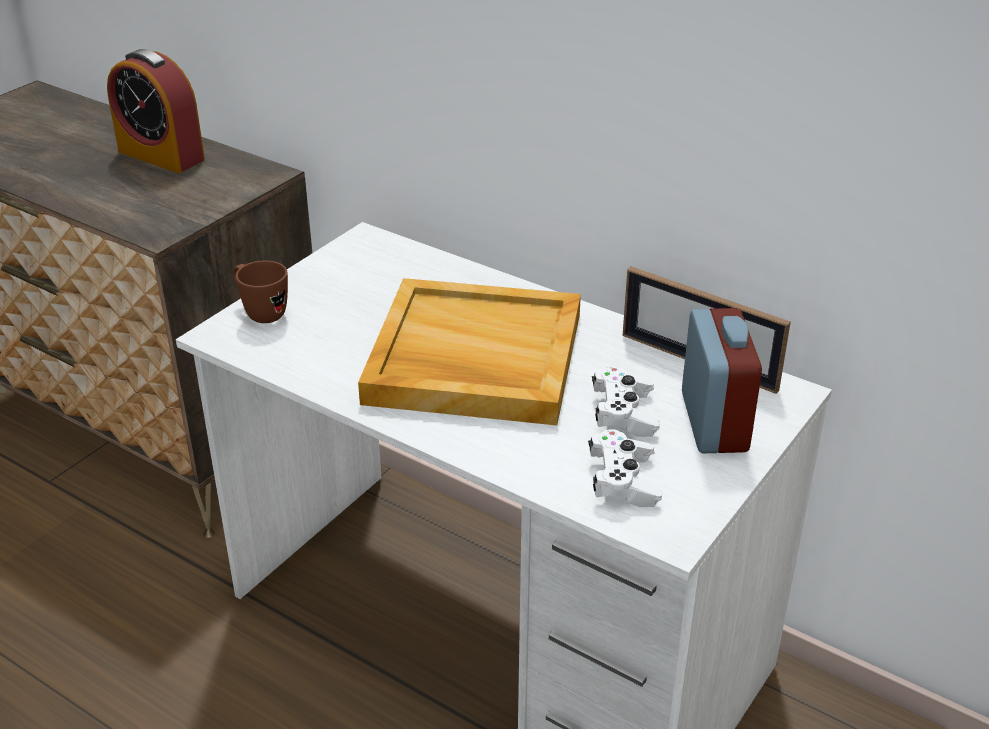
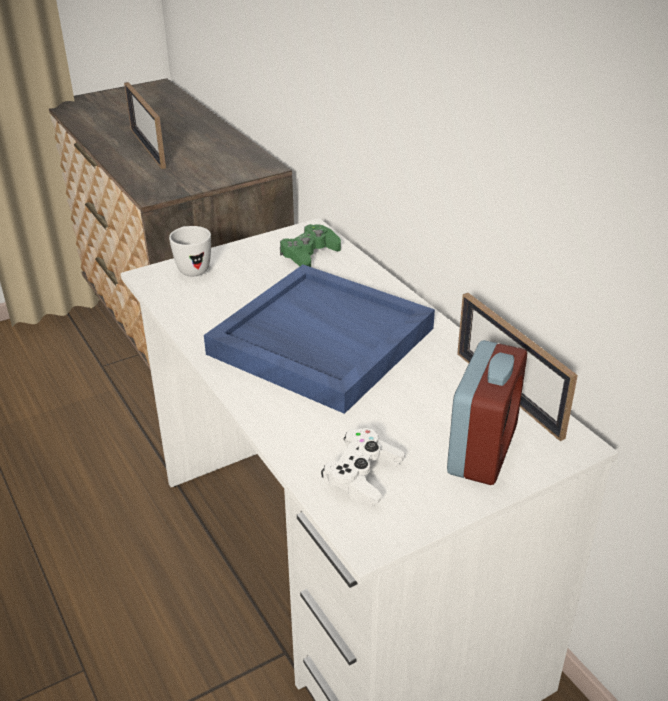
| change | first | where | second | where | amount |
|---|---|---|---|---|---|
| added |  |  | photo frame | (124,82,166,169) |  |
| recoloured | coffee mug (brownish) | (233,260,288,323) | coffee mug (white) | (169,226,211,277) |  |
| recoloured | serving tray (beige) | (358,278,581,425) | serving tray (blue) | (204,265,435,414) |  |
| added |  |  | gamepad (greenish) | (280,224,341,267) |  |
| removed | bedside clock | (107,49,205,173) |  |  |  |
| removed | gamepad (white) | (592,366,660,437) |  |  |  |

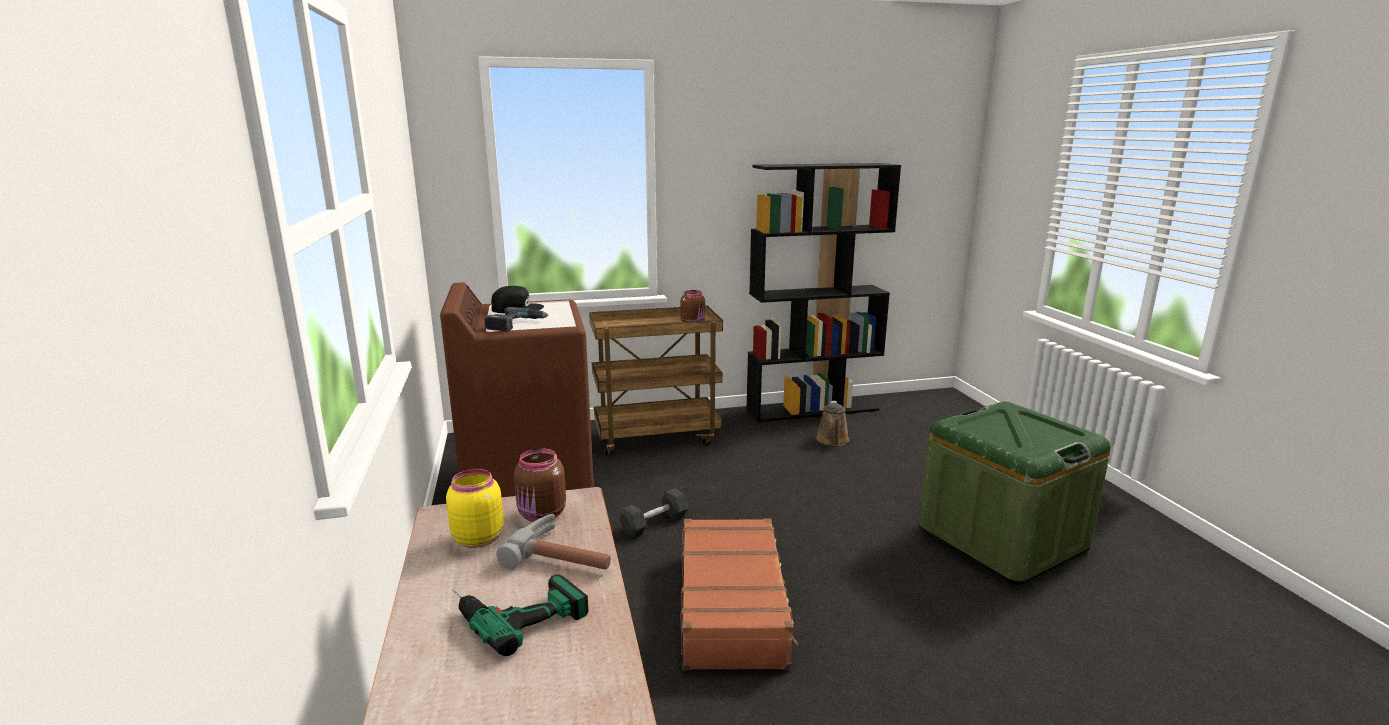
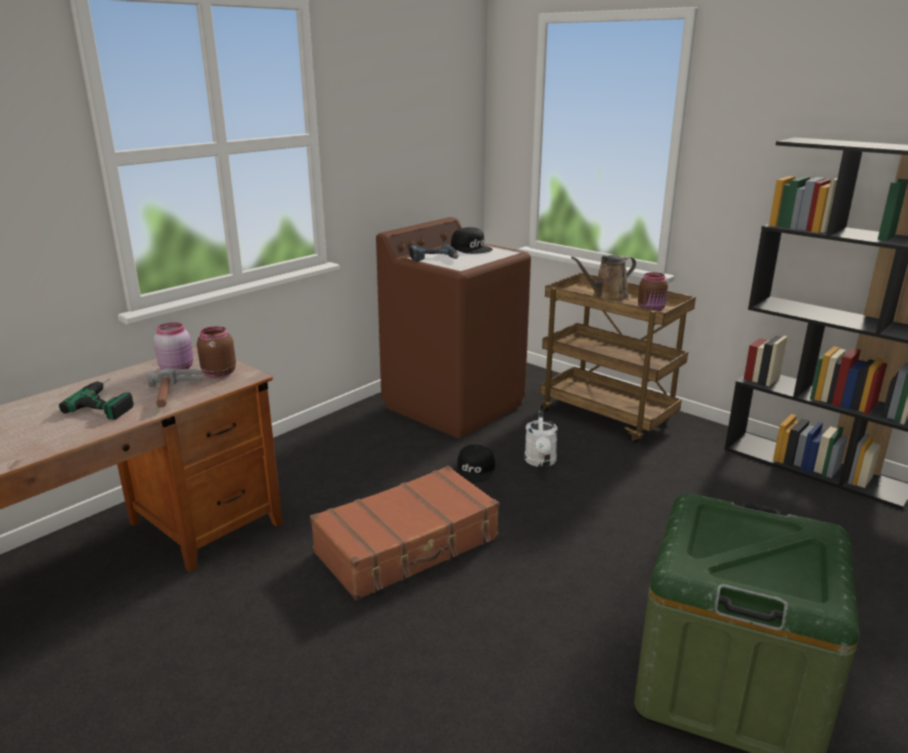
| change | first | where | second | where | amount |
|---|---|---|---|---|---|
| recoloured | preserve jar (yellow) | (446,469,504,548) | preserve jar (pinkish) | (154,322,193,370) |  |
| replaced | free weight (black-coloured) | (619,488,688,538) | peaked cap (black-coloured) | (455,445,495,483) |  |
| added |  |  | sprinkling can (white) | (525,411,558,467) |  |
| moved | sprinkling can (brownish) | (816,401,849,446) |  | (571,255,636,301) |  |

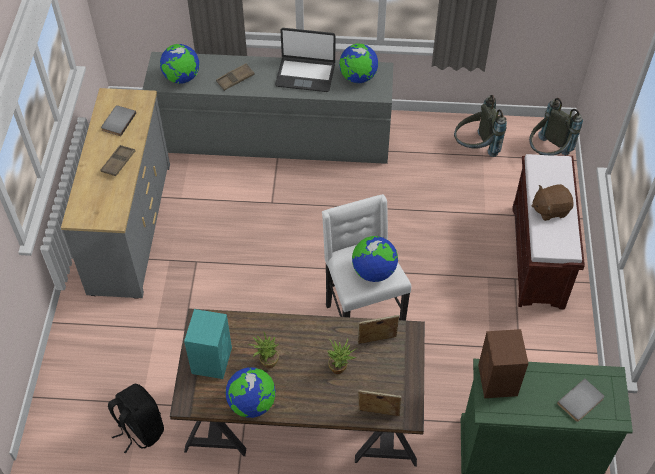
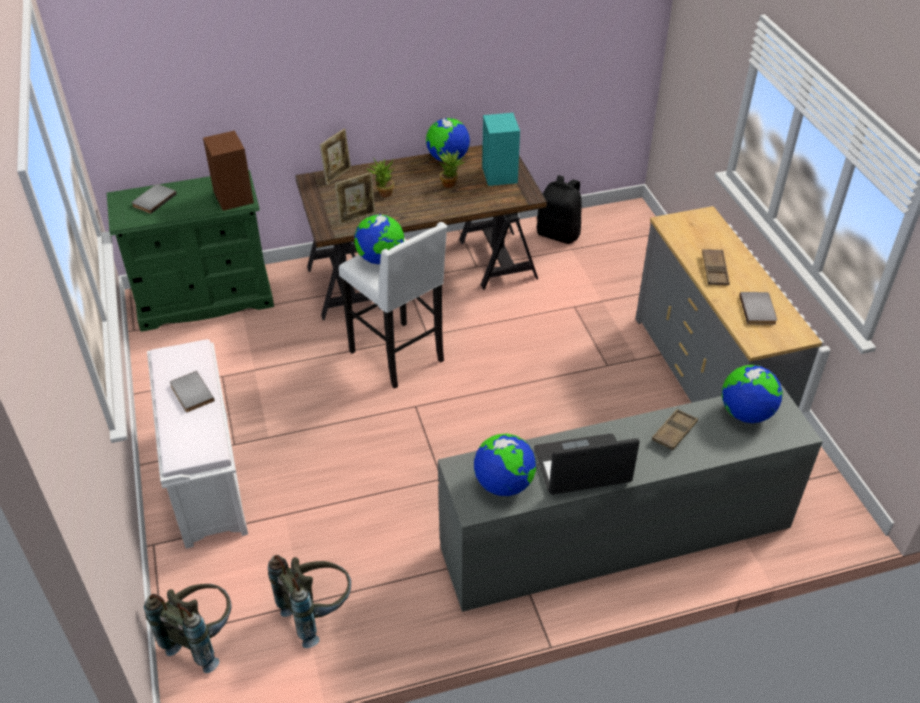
| change | first | where | second | where | amount |
|---|---|---|---|---|---|
| recoloured | long seat (brownish) | (512,154,585,310) | long seat (white) | (147,339,248,549) |  |
| replaced | cuddly toy (brownish) | (531,184,574,221) | book (greyish) | (170,371,215,412) |  |
| turned | photo frame | (358,390,401,416) |  | (320,129,351,185) | 45 degrees counterclockwise |

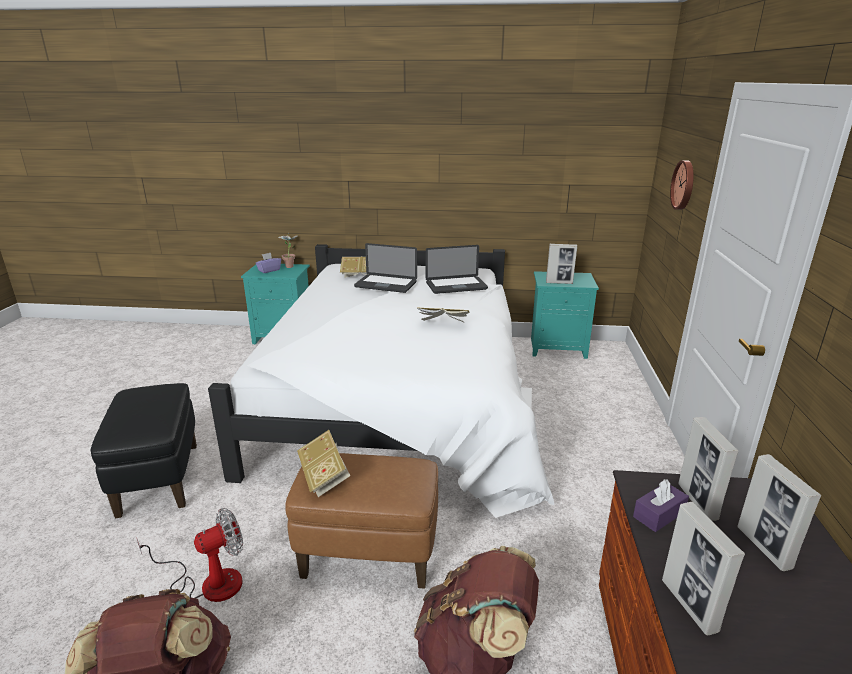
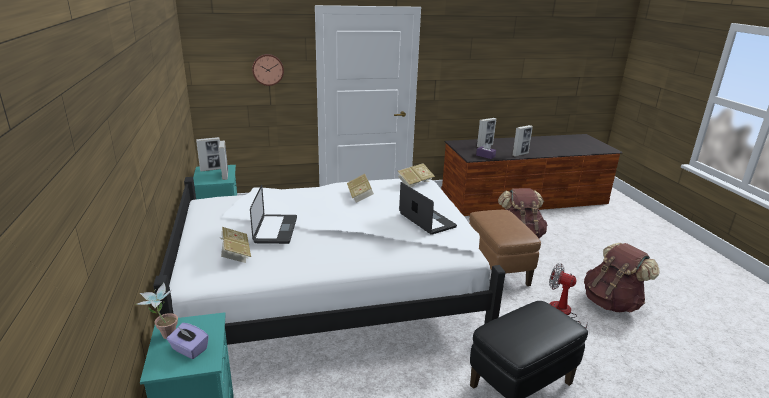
| change | first | where | second | where | amount |
|---|---|---|---|---|---|
| moved | photo frame | (678,417,739,521) |  | (196,137,221,171) |  |
| moved | book | (297,430,350,497) |  | (398,163,435,187) |  |
| moved | laptop | (426,245,488,294) |  | (399,182,457,235) |  |

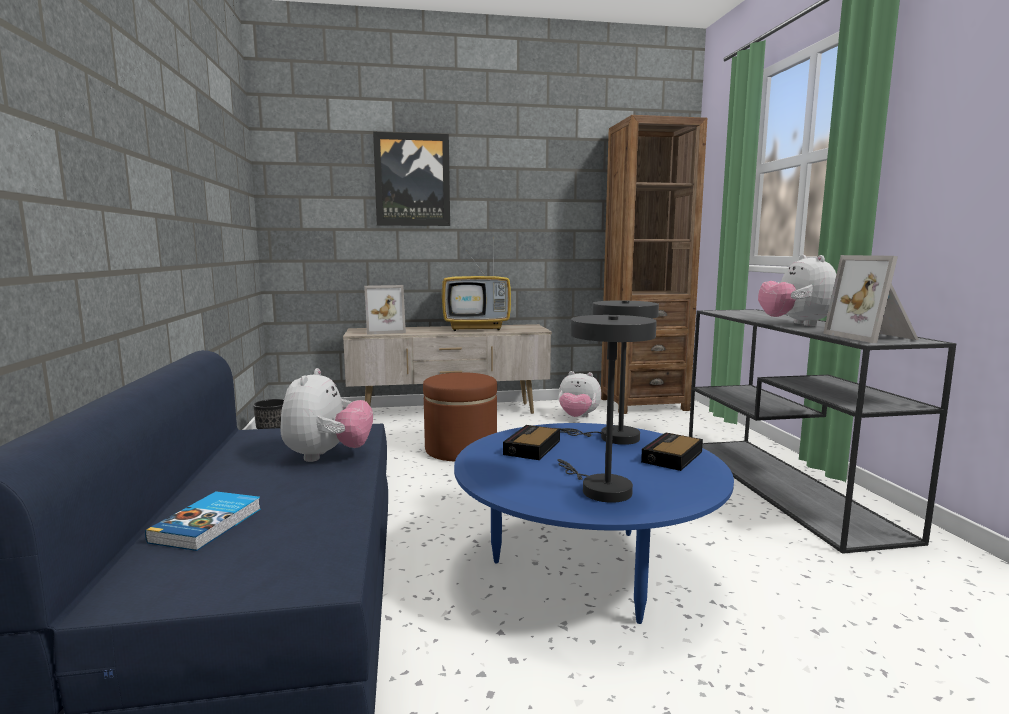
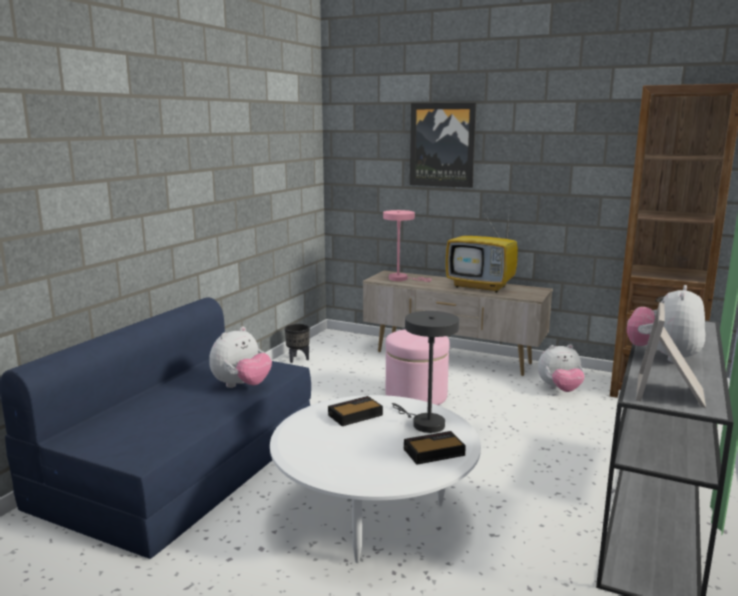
| change | first | where | second | where | amount |
|---|---|---|---|---|---|
| recoloured | lounge table (blue) | (454,423,734,624) | lounge table (white) | (270,395,481,563) |  |
| replaced | photo frame | (364,285,406,335) | lamp for a table (pinkish) | (383,210,432,282) |  |
| recoloured | footrest (brownish) | (423,372,497,461) | footrest (pinkish) | (386,329,450,405) |  |
| turned | cuddly toy | (559,371,602,417) |  | (538,344,585,392) | 60 degrees counterclockwise |
| removed | book | (145,491,261,551) |  |  |  |
| removed | lamp for a table (greyish) | (557,315,657,503) |  |  |  |

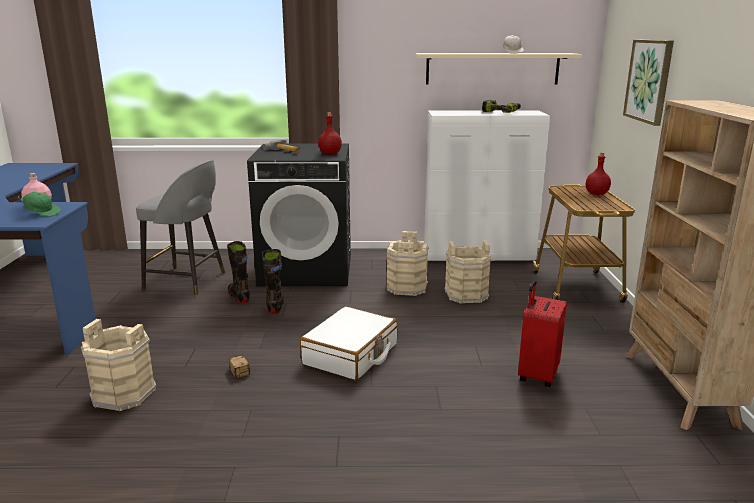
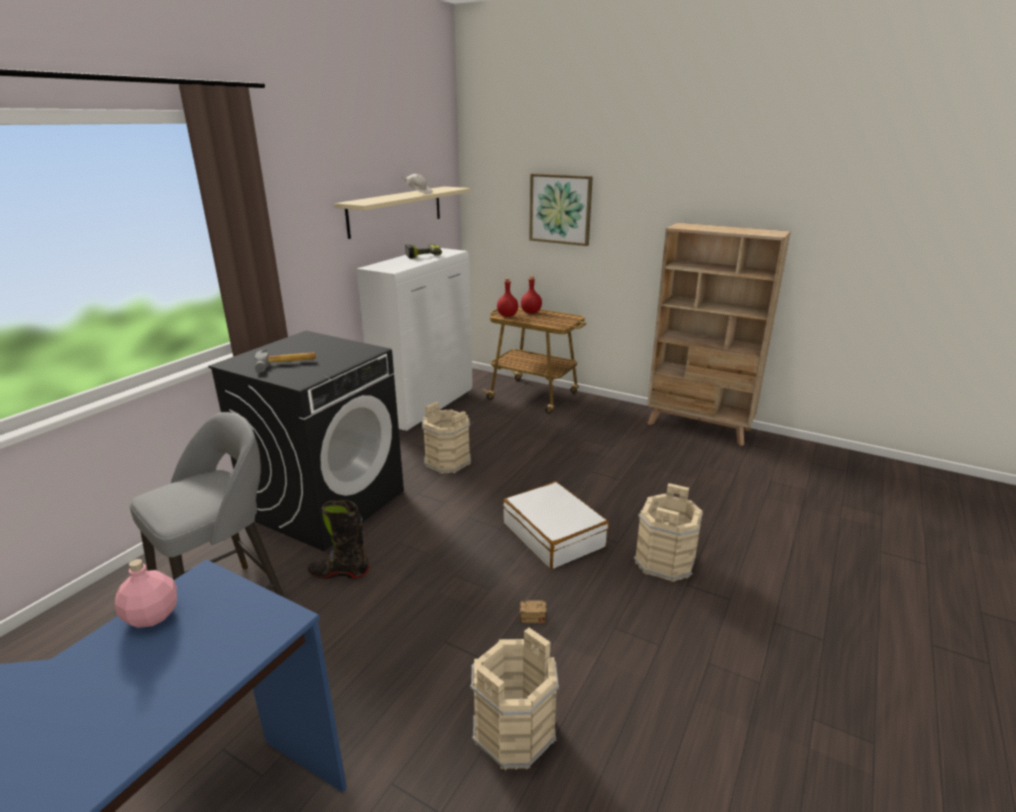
| change | first | where | second | where | amount |
|---|---|---|---|---|---|
| moved | beverage bottle (reddish) | (318,112,342,155) |  | (497,278,518,317) |  |
| moved | water bucket (beige) | (444,240,492,304) |  | (634,483,703,582) |  |
| removed | peaked cap (greenish) | (17,192,61,217) |  |  |  |
| removed | boot (black-coloured) | (262,249,285,314) |  |  |  |
| removed | travel case (reddish) | (518,280,567,387) |  |  |  |

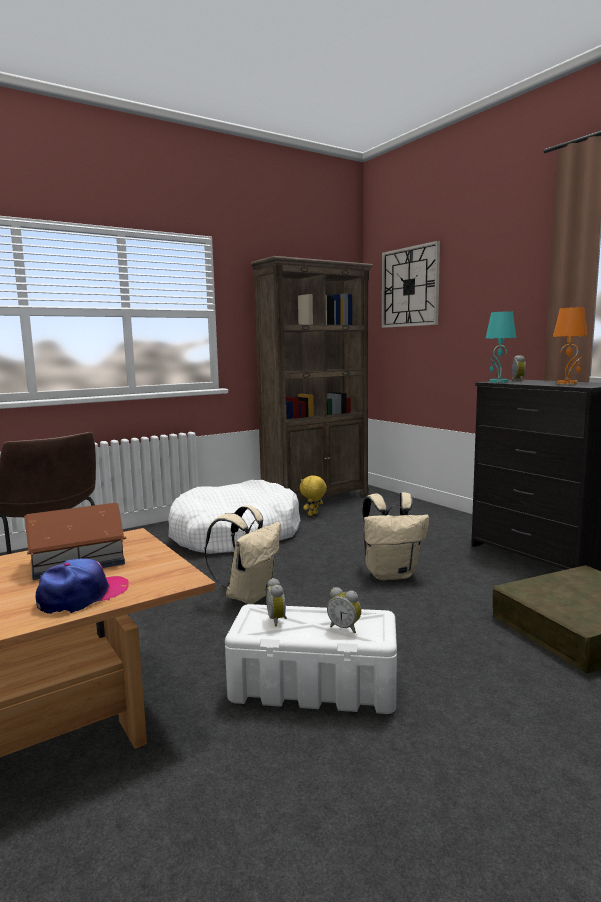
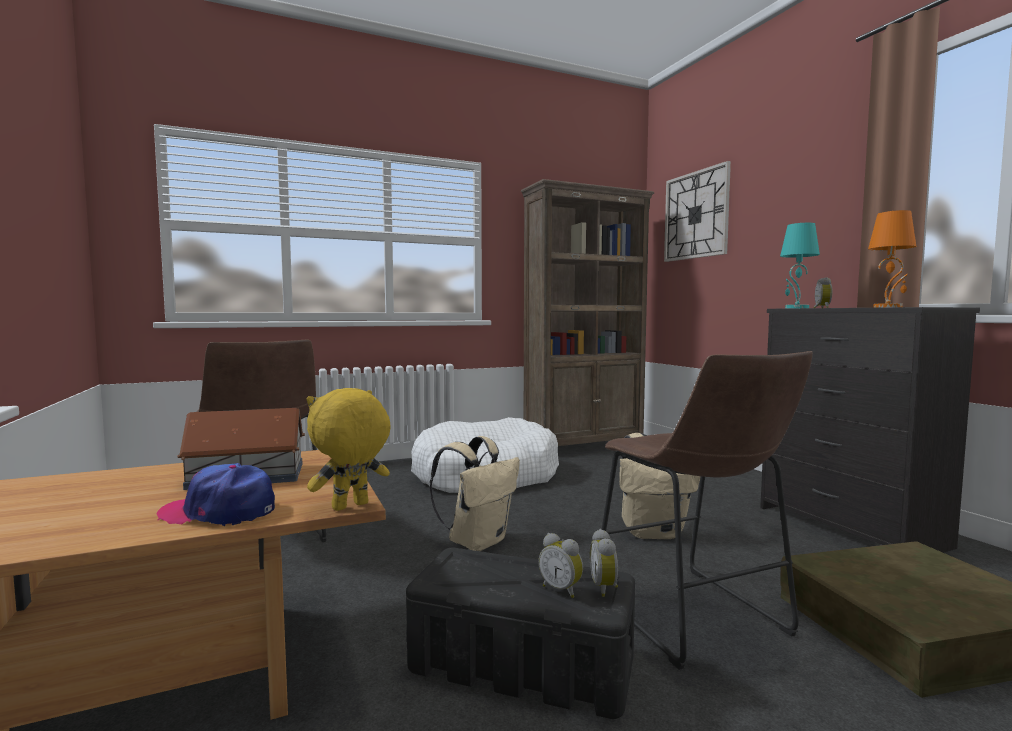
| change | first | where | second | where | amount |
|---|---|---|---|---|---|
| turned | peaked cap | (36,558,129,614) |  | (156,463,275,526) | 135 degrees counterclockwise |
| moved | cuddly toy (yellow) | (300,475,327,516) |  | (307,388,390,511) |  |
| recoloured | storage bin (white) | (225,604,397,714) | storage bin (black-coloured) | (406,548,635,719) |  |
| moved | bedside clock | (266,578,287,626) |  | (590,529,618,597) |  |
| added |  |  | sitting stool (brownish) | (602,351,813,670) |  |

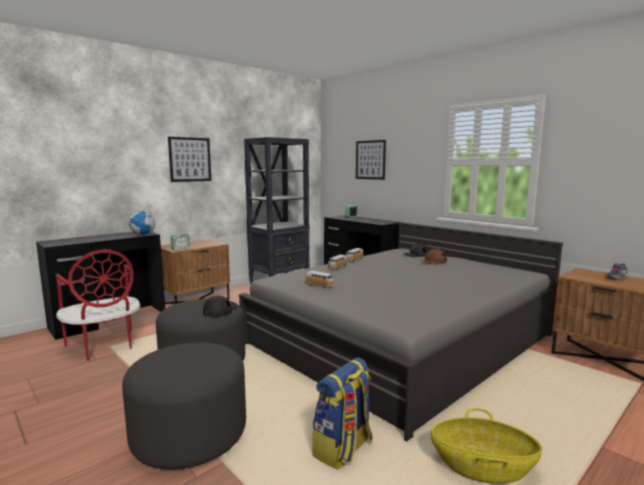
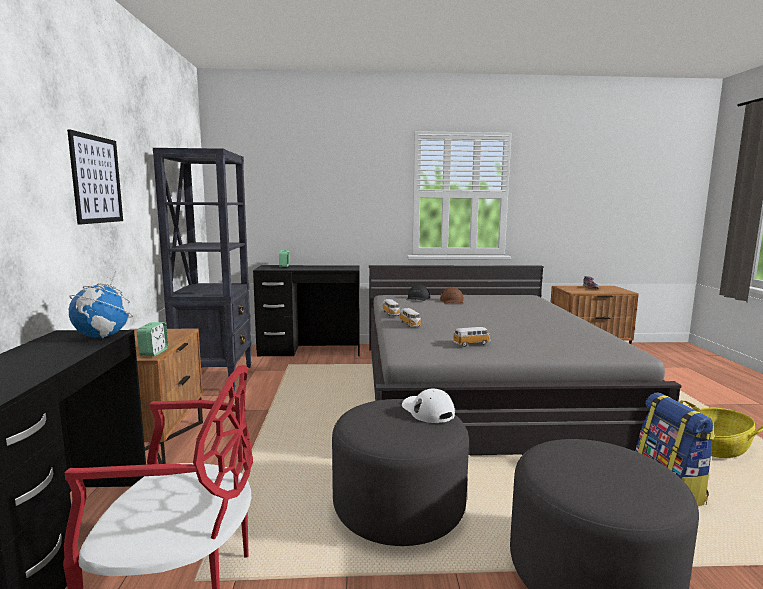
| change | first | where | second | where | amount |
|---|---|---|---|---|---|
| recoloured | peaked cap (black-coloured) | (203,296,238,317) | peaked cap (white) | (402,389,455,423) |  |
| removed | wall art | (356,140,386,180) |  |  |  |

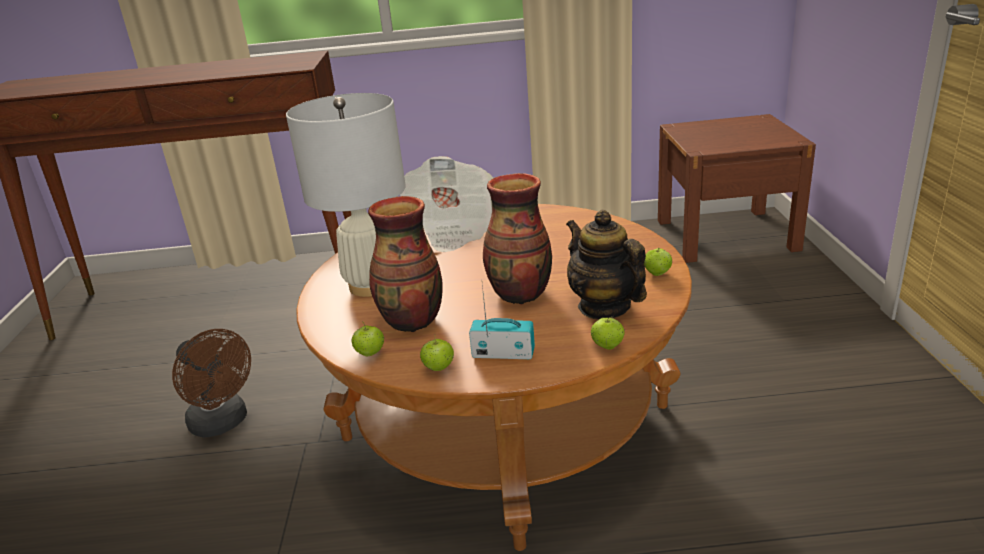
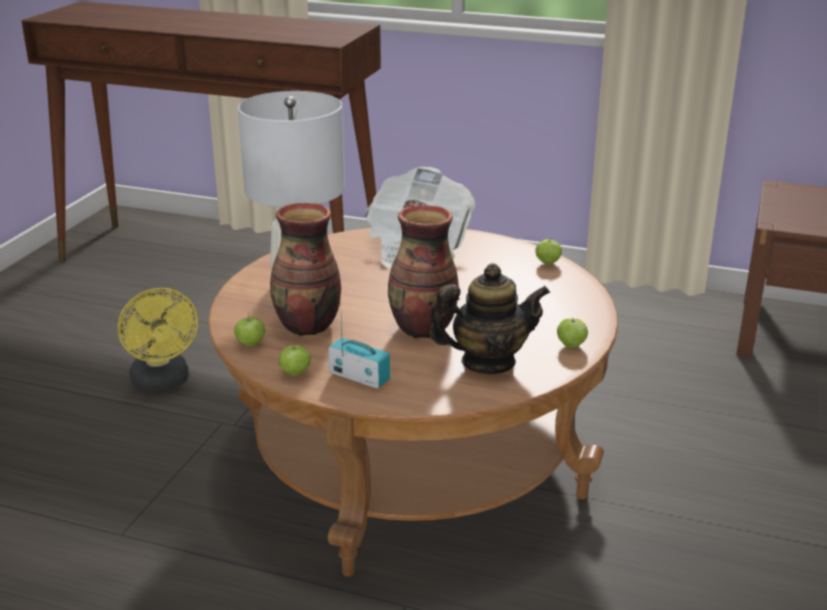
| change | first | where | second | where | amount |
|---|---|---|---|---|---|
| recoloured | fan (brownish) | (172,329,251,437) | fan (yellow) | (118,288,198,392) |  |
| turned | teapot | (566,210,647,320) |  | (429,263,550,374) | 90 degrees clockwise |
| moved | apple fruit | (591,317,624,350) |  | (535,238,562,265) |  |

